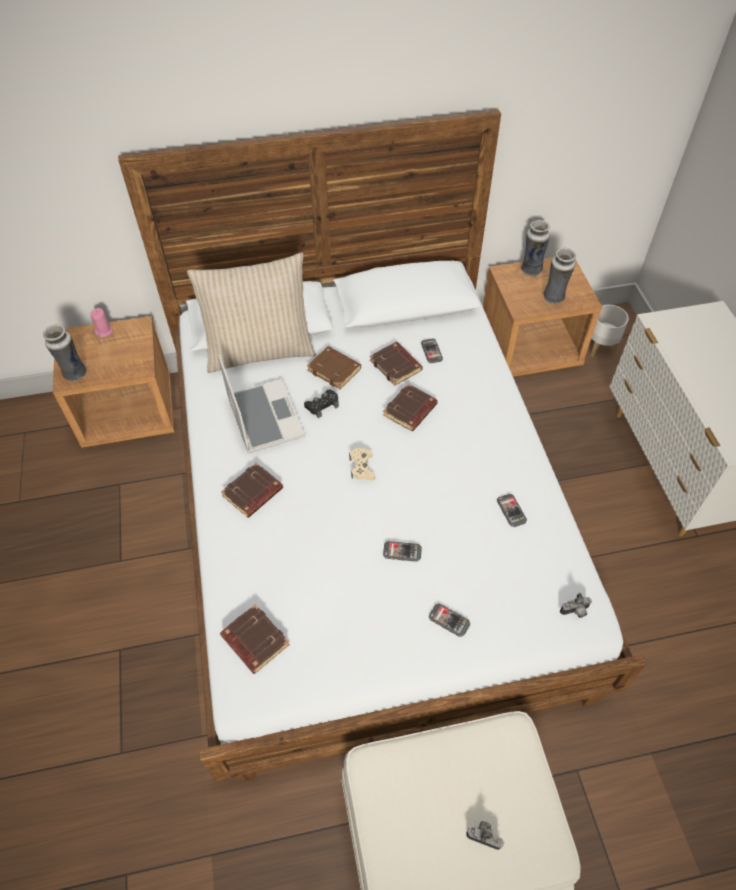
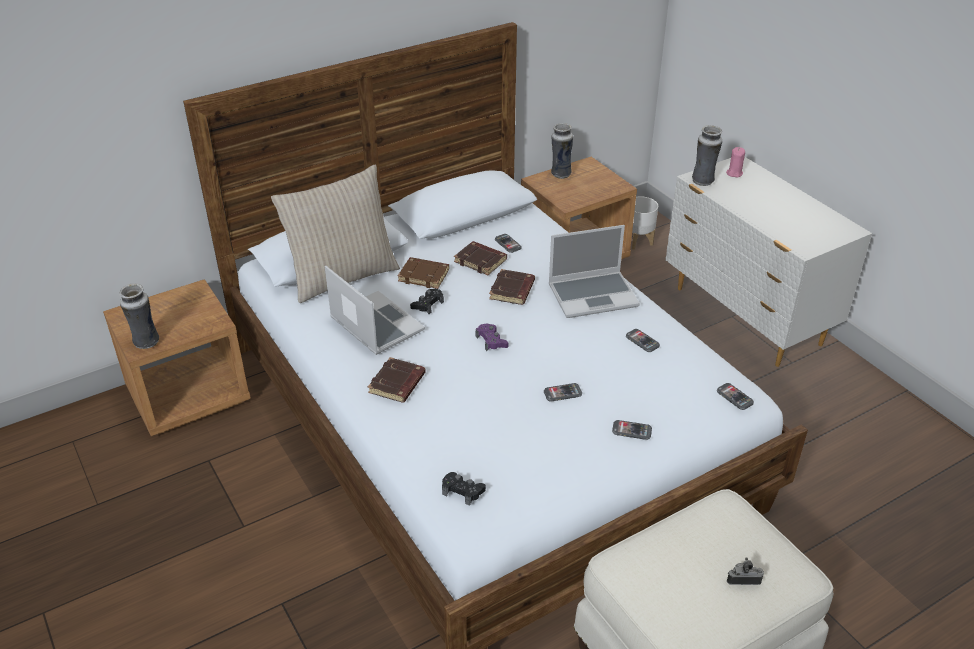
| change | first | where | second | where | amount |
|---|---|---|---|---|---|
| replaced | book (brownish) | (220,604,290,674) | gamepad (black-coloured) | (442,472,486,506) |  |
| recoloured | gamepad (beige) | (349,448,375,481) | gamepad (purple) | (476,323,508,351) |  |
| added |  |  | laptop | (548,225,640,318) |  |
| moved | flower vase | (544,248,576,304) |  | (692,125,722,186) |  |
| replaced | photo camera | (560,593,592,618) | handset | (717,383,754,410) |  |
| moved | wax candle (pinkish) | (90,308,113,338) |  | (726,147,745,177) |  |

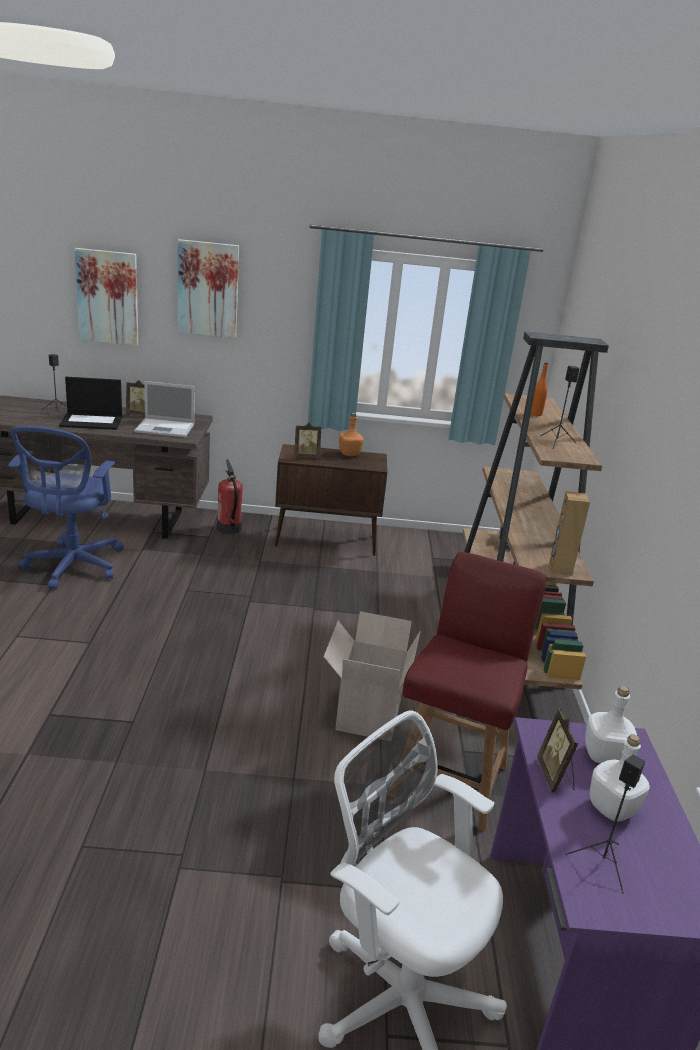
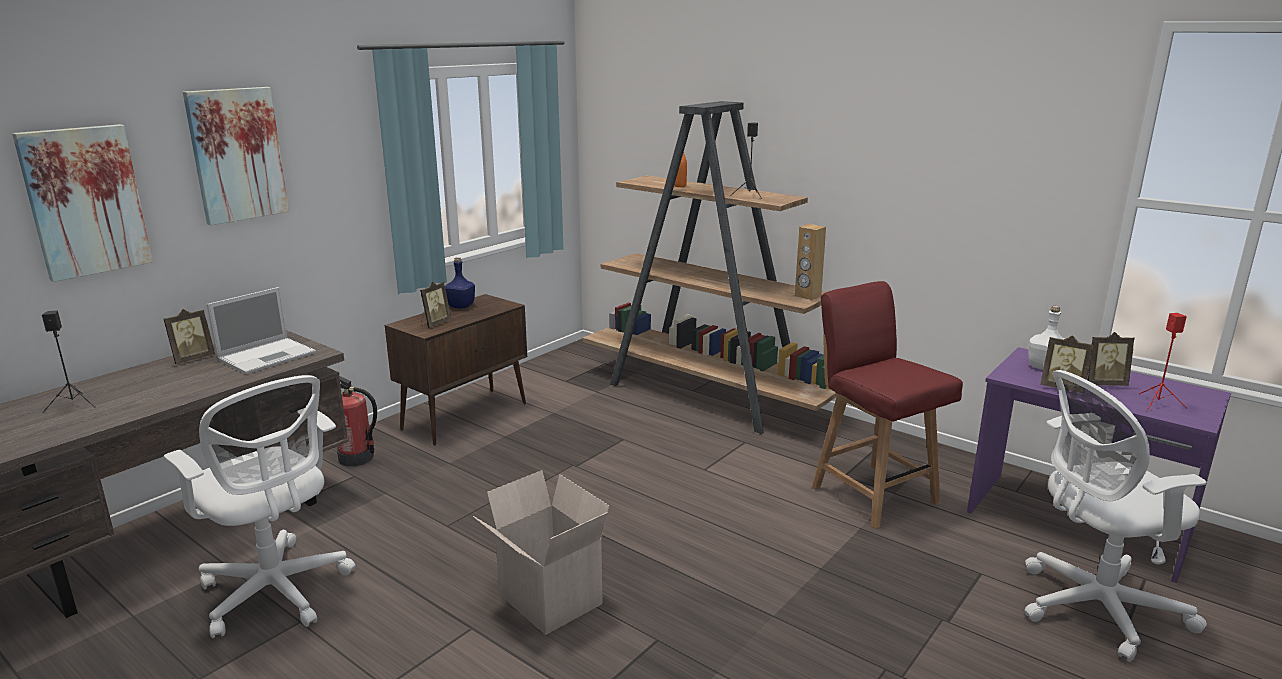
| change | first | where | second | where | amount |
|---|---|---|---|---|---|
| recoloured | desk chair (blue) | (8,426,123,590) | desk chair (white) | (164,375,355,638) |  |
| recoloured | beverage bottle (orange) | (339,413,364,456) | beverage bottle (blue) | (445,257,475,308) |  |
| moved | cardboard box | (323,611,420,739) |  | (473,470,610,635) |  |
| replaced | beverage bottle (white) | (590,734,650,822) | photo frame | (1087,332,1135,386) |  |
| recoloured | audio speaker (black-coloured) | (565,754,645,893) | audio speaker (reddish) | (1139,313,1187,412) |  |
| removed | laptop | (59,377,122,430) |  |  |  |

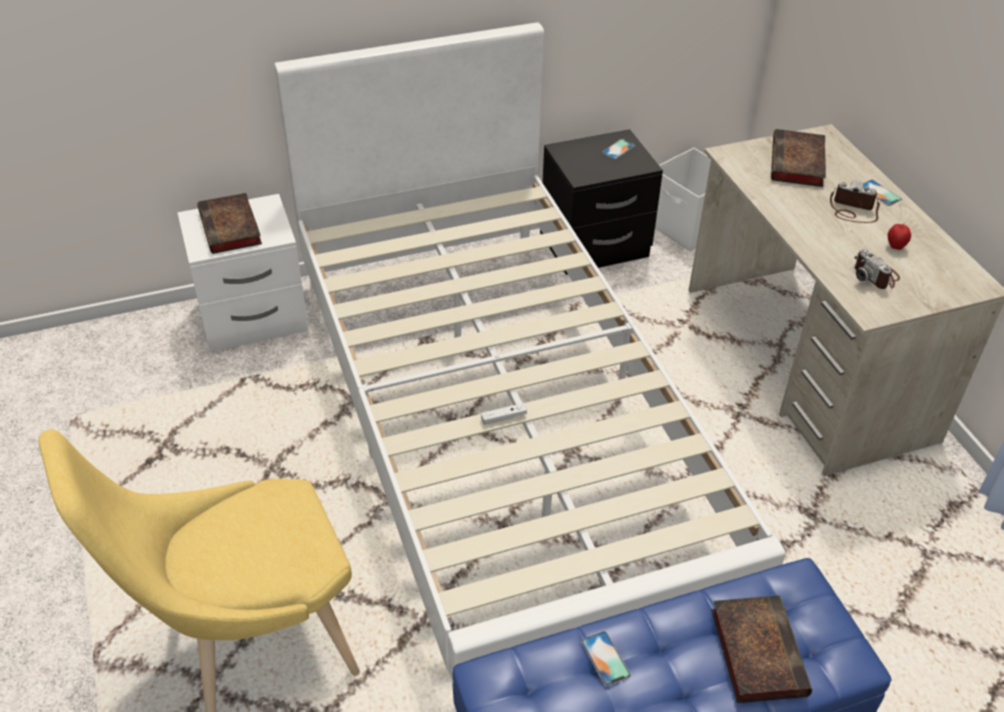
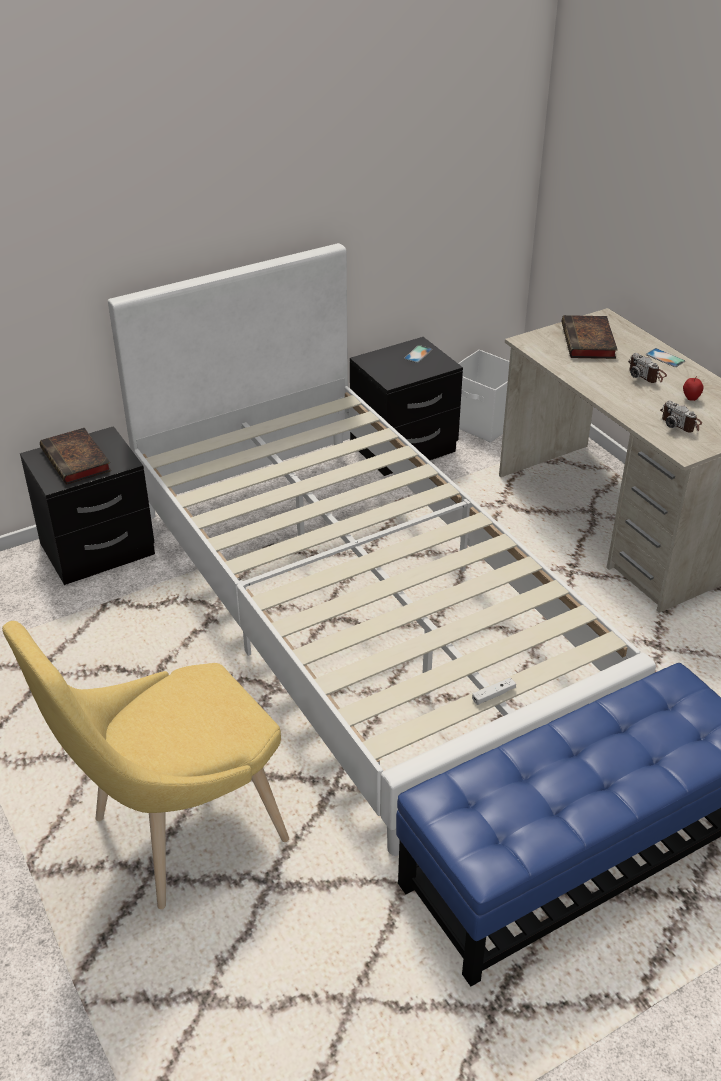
| change | first | where | second | where | amount |
|---|---|---|---|---|---|
| recoloured | nightstand (white) | (177,194,308,352) | nightstand (black-coloured) | (20,426,155,585) |  |
| moved | gamepad (white) | (481,403,527,425) |  | (472,677,516,705) |  |
| turned | photo camera | (830,180,880,223) |  | (628,353,667,383) | 135 degrees counterclockwise |
| removed | handset | (581,631,630,686) |  |  |  |
| removed | book | (711,595,812,703) |  |  |  |

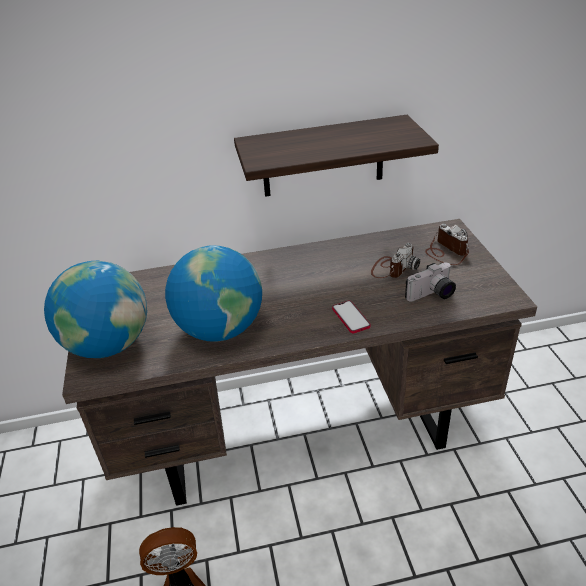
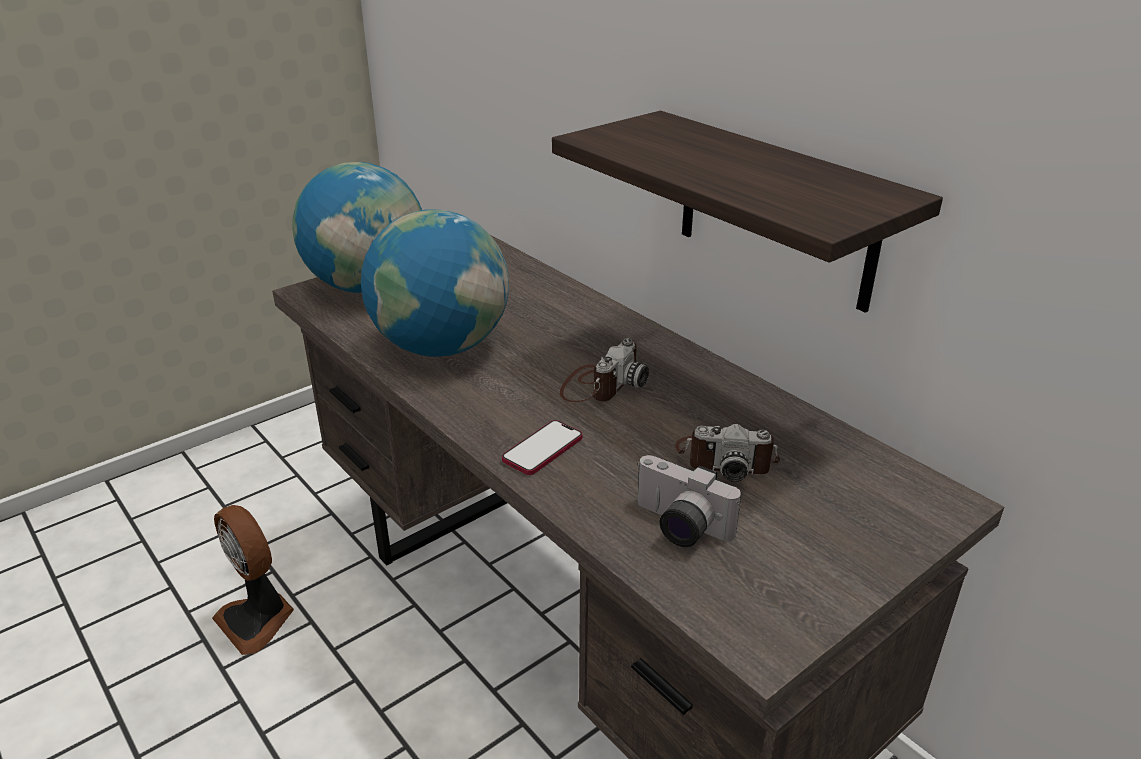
| change | first | where | second | where | amount |
|---|---|---|---|---|---|
| moved | photo camera | (425,224,469,265) |  | (560,339,649,402) |  |

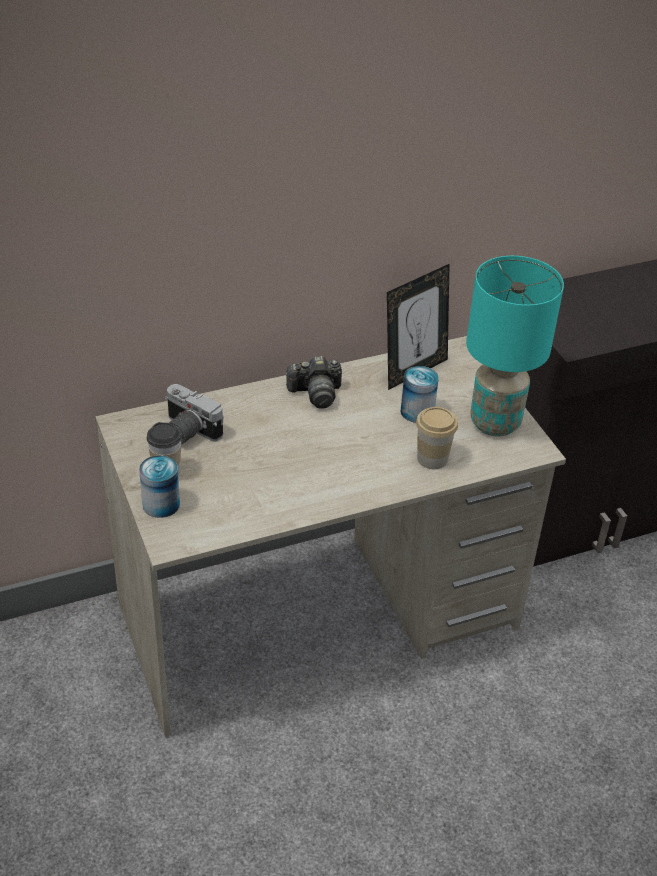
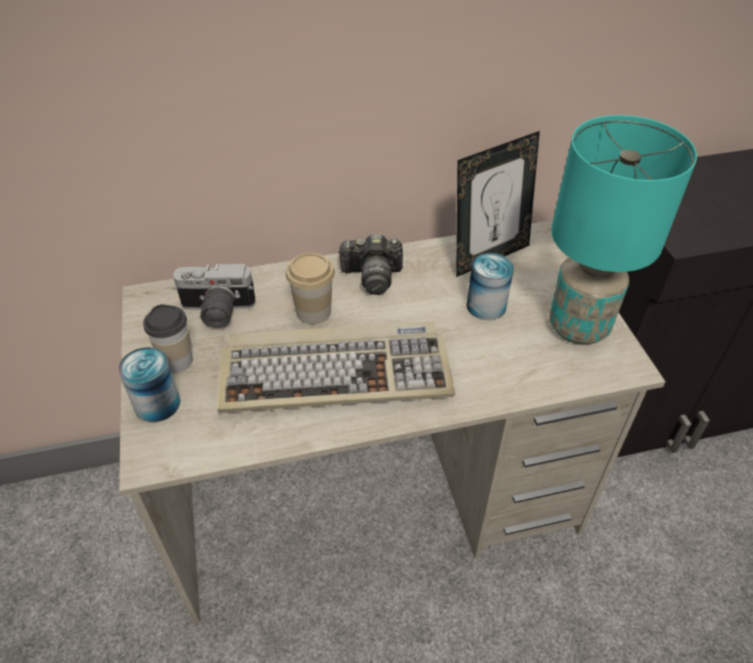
| change | first | where | second | where | amount |
|---|---|---|---|---|---|
| turned | photo camera | (164,384,224,444) |  | (173,264,256,328) | 45 degrees counterclockwise |
| added |  |  | keyboard | (217,322,455,413) |  |
| moved | small cup | (416,407,458,469) |  | (286,253,335,324) |  |

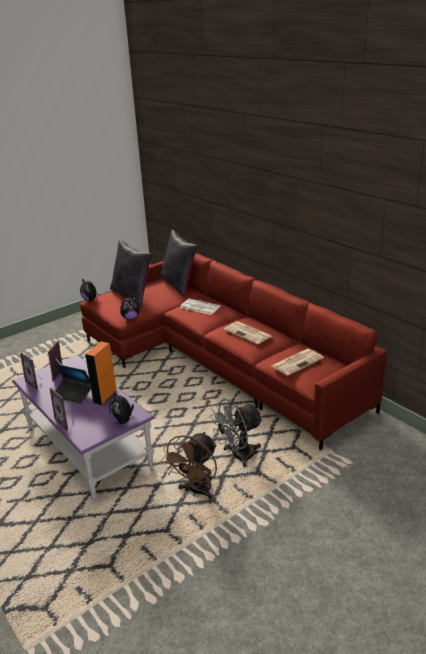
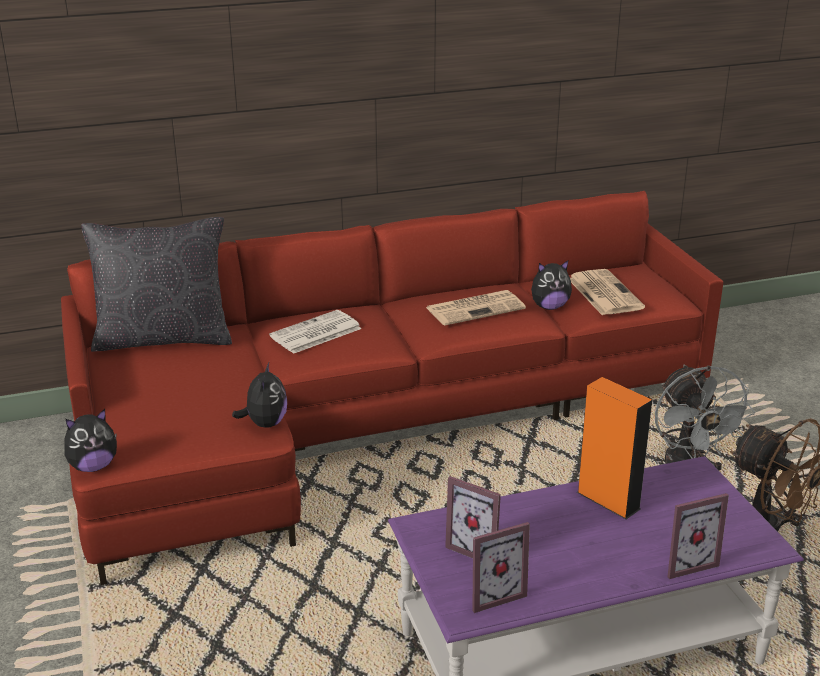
| change | first | where | second | where | amount |
|---|---|---|---|---|---|
| moved | cuddly toy | (109,391,135,424) |  | (531,261,572,310) |  |
| removed | laptop | (55,364,91,404) |  |  |  |
| removed | cushion (black-coloured) | (110,240,152,307) |  |  |  |

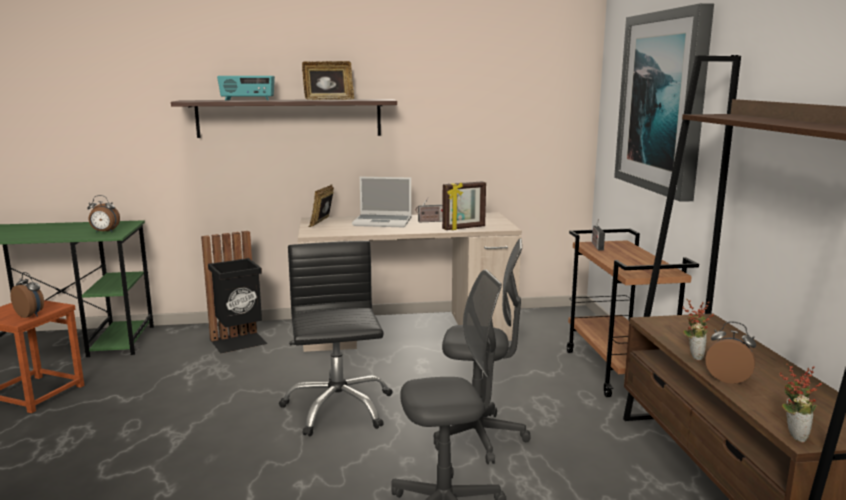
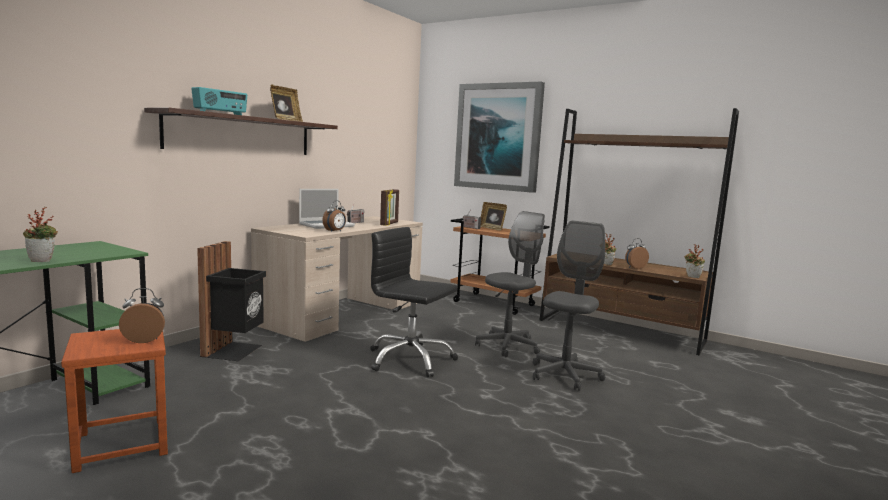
| change | first | where | second | where | amount |
|---|---|---|---|---|---|
| added |  |  | potted plant | (23,207,58,262) |  |
| moved | bedside clock | (87,195,120,233) |  | (323,200,346,232) |  |
| moved | photo frame | (309,184,334,227) |  | (480,202,507,231) |  |

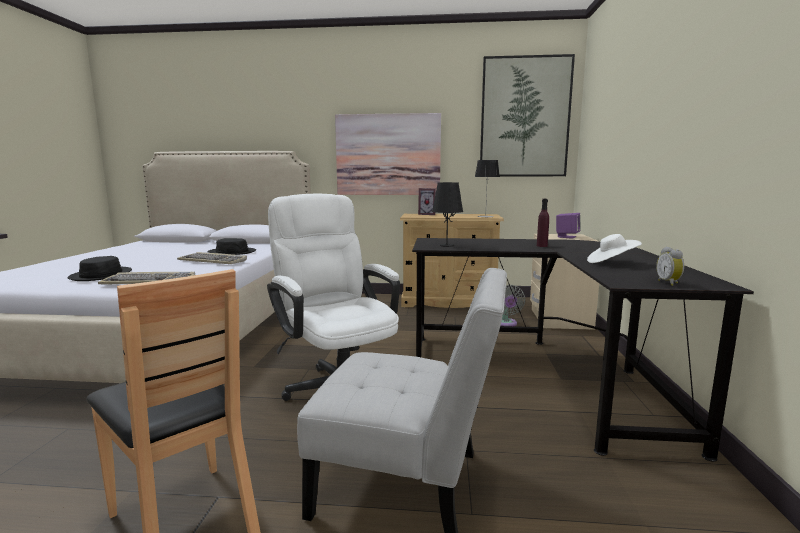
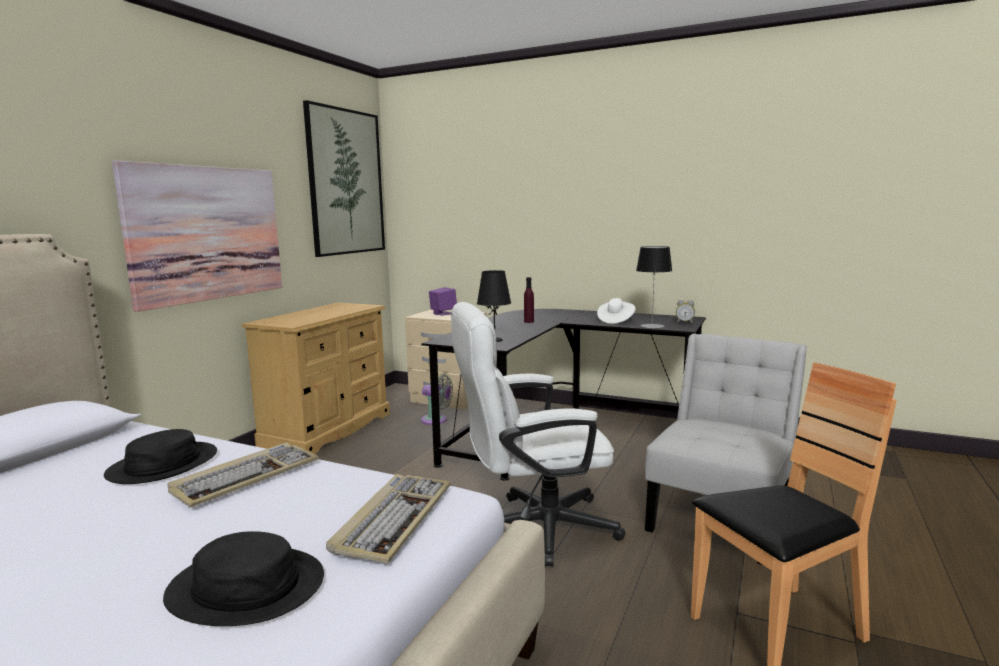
| change | first | where | second | where | amount |
|---|---|---|---|---|---|
| moved | lamp for a table | (475,160,500,218) |  | (636,246,672,329) |  |
| removed | photo frame | (418,188,436,215) |  |  |  |

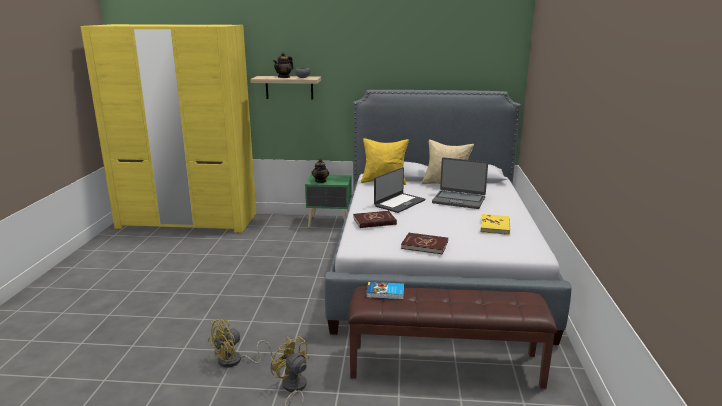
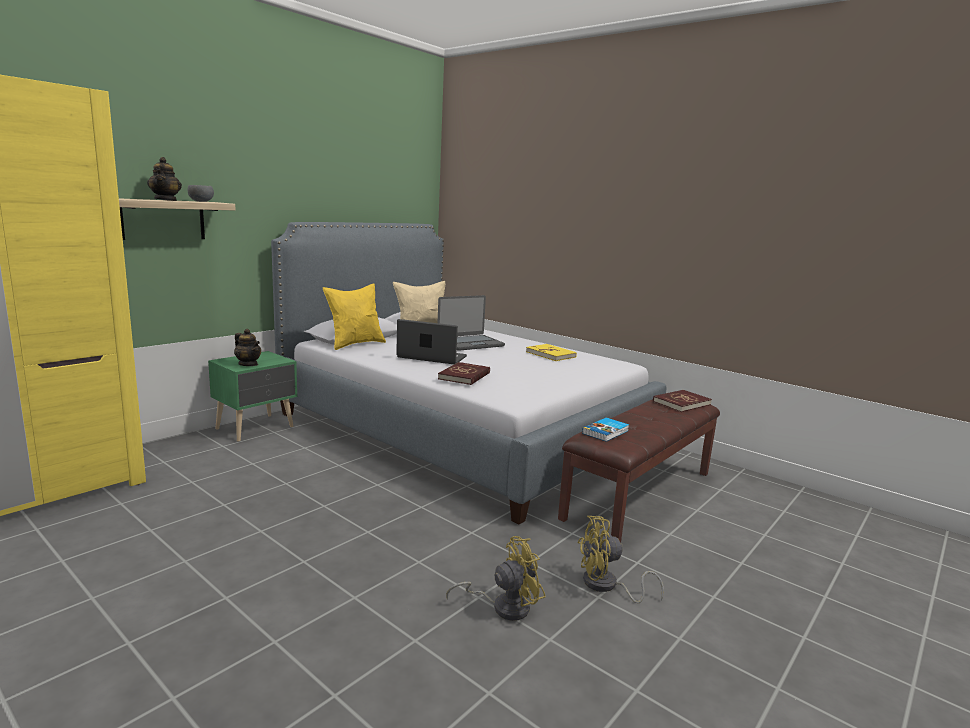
| change | first | where | second | where | amount |
|---|---|---|---|---|---|
| turned | laptop | (374,167,425,213) |  | (396,319,467,364) | 60 degrees counterclockwise |
| turned | fan (yellow) | (208,319,272,368) |  | (446,536,545,621) | 105 degrees counterclockwise |
| moved | book (reddish) | (401,233,448,255) |  | (653,390,712,412) |  |

